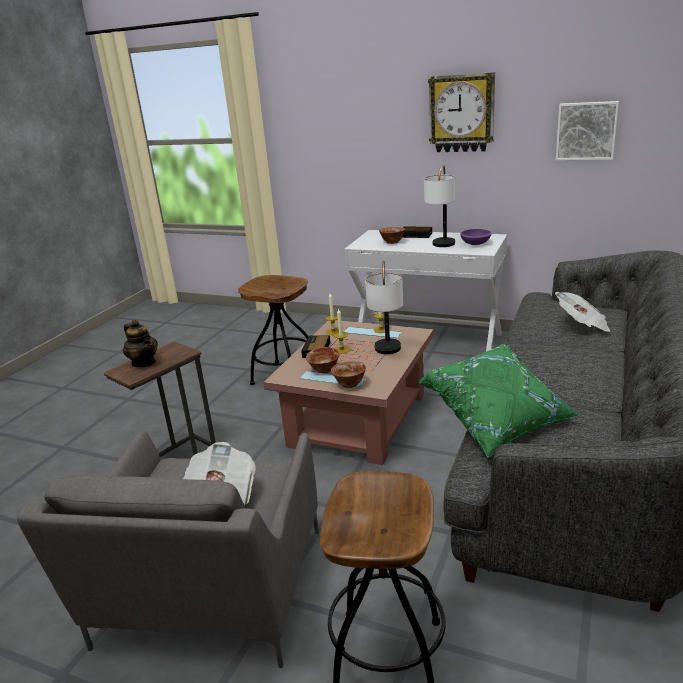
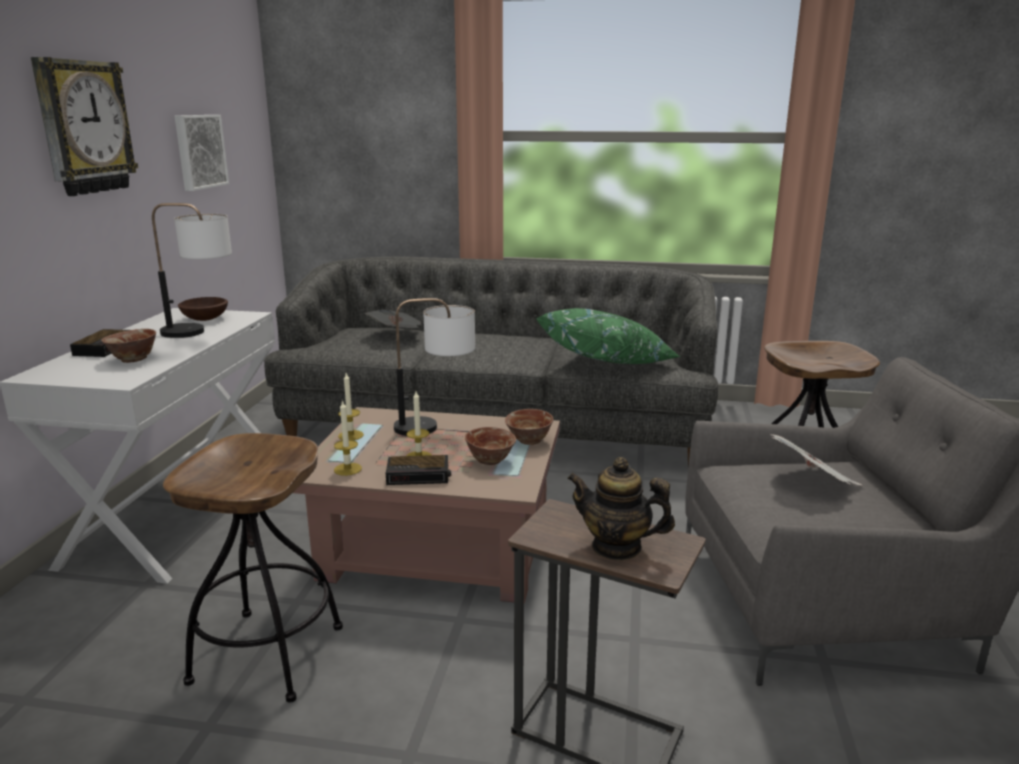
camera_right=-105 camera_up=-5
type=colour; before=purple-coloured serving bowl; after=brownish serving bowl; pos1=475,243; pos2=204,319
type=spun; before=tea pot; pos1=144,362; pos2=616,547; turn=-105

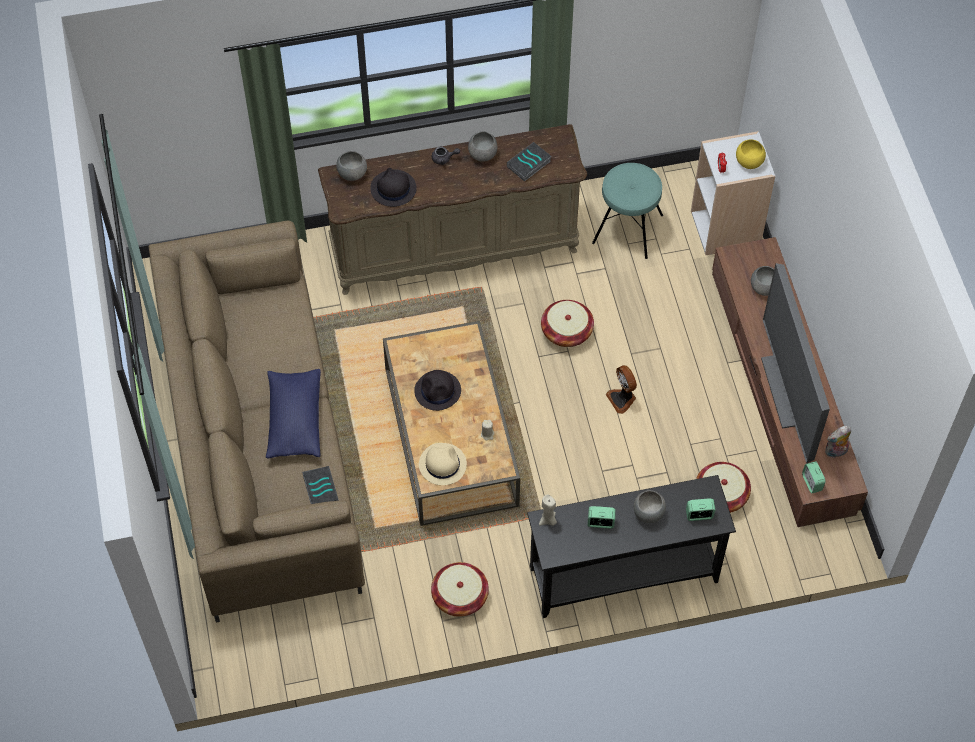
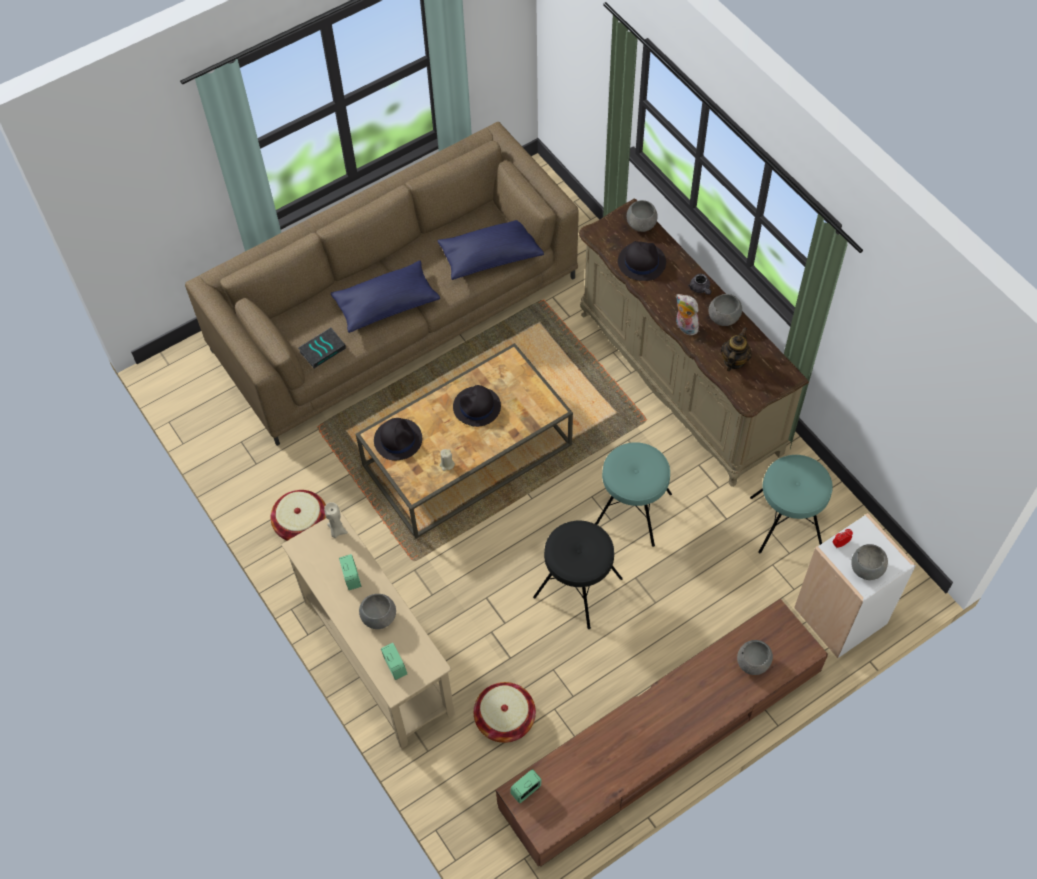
camera_right=70 camera_up=0
type=colour; before=blackish narrow table; after=sand-coloured narrow table; pos1=623,575; pos2=377,656
type=colour; before=sand-coloured hat; after=blackish hat; pos1=442,464; pos2=398,439
type=appeared; after=bluish pillow; pos2=490,256
type=exchanged; before=cooling fan; after=blackish sitting stool; pos1=622,399; pos2=577,587
type=exchanged; before=household basket; after=turquoise sitting stool; pos1=566,331; pos2=632,510
type=relocated; before=soft toy; pos1=836,452; pos2=684,327
type=exchanged; before=book; after=tea pot; pos1=529,164; pos2=734,361
type=colour; before=yellowish serving bowl; after=greyish serving bowl; pos1=749,162; pos2=865,569
type=missing; before=TV; pos1=791,391

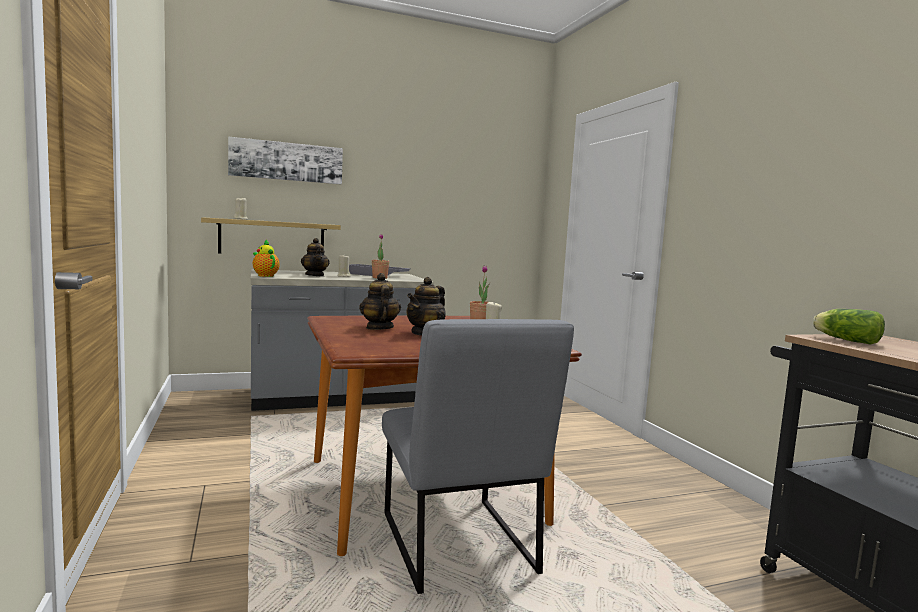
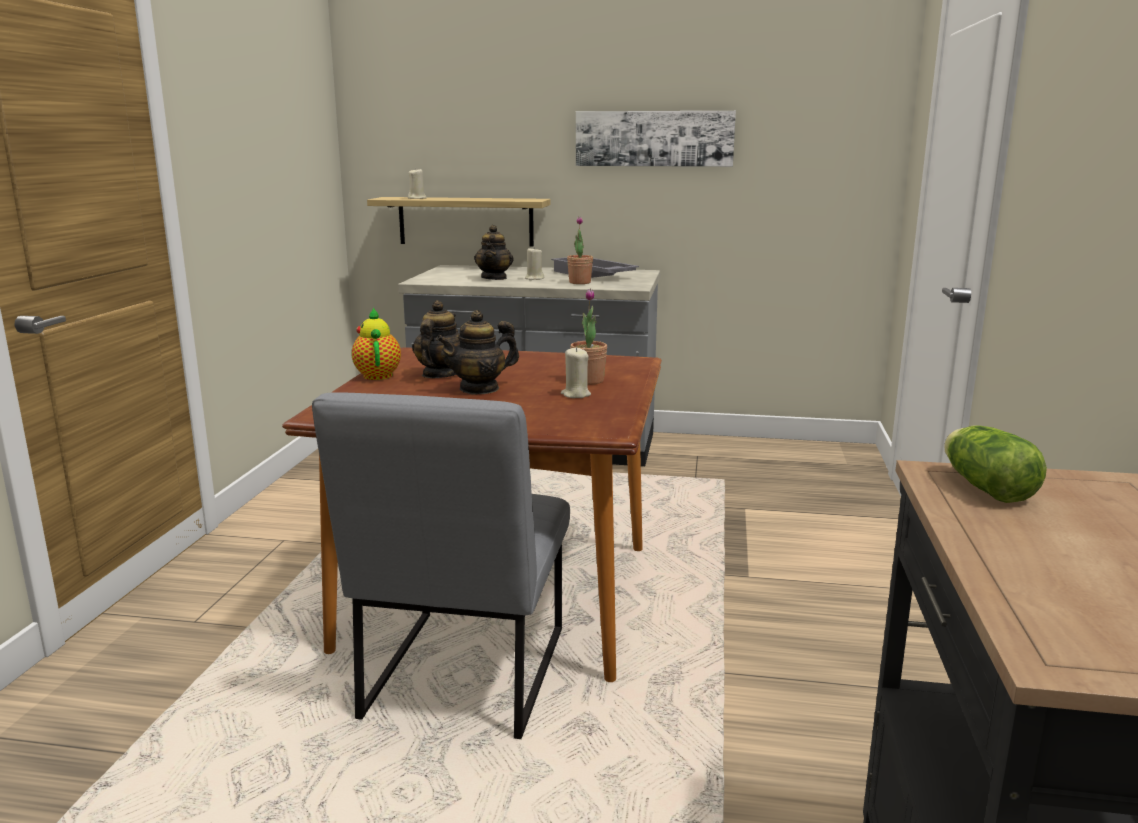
camera_right=30 camera_up=10
type=relocated; before=tea pot; pos1=265,275; pos2=377,375
type=relocated; before=wall picture; pos1=286,161; pos2=654,138

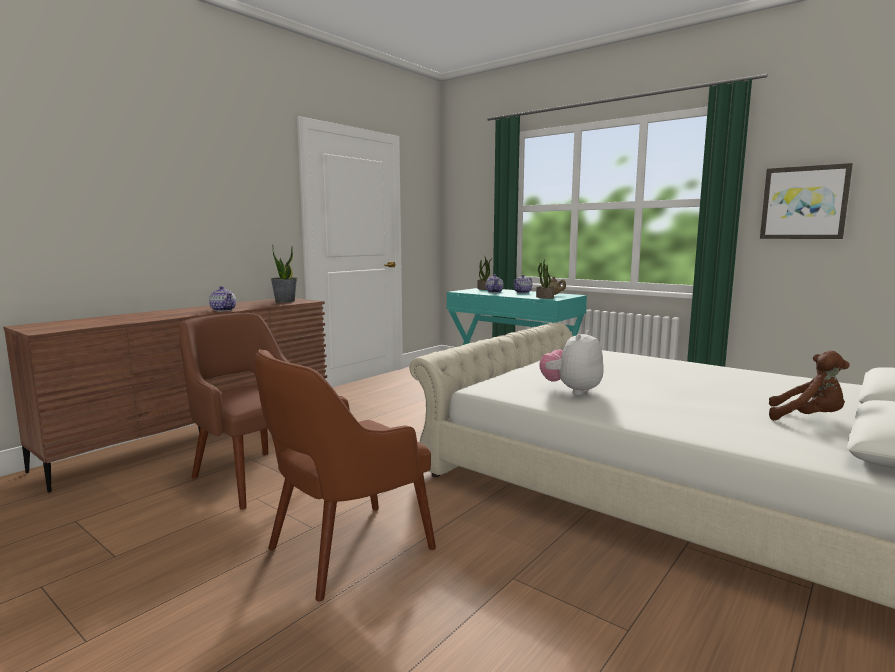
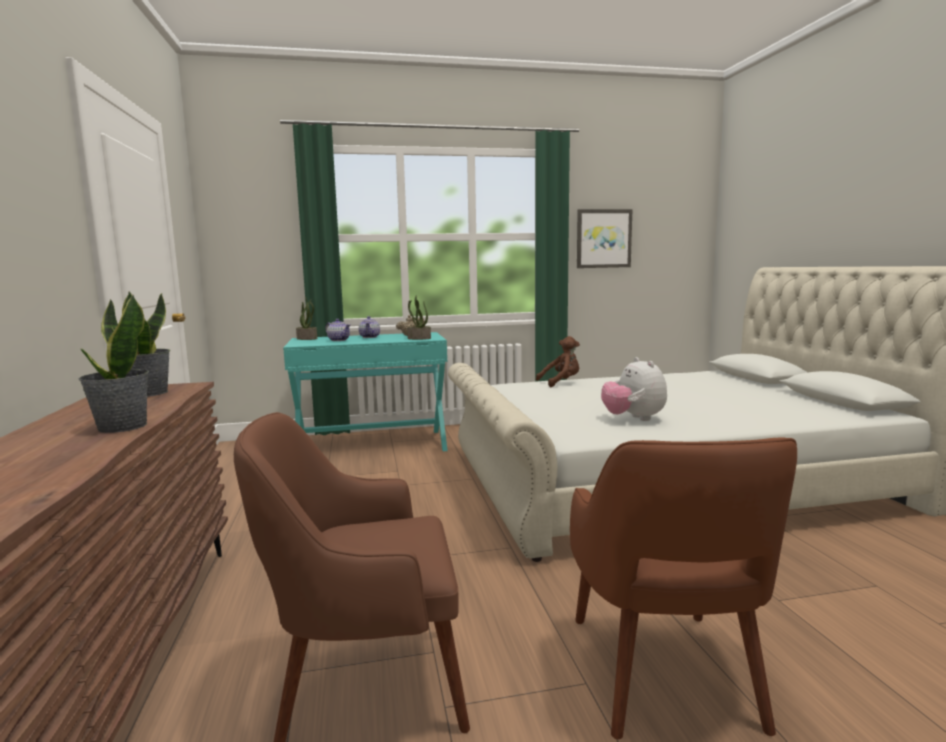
camera_right=-50 camera_up=0
type=exchanged; before=tea pot; after=houseplant; pos1=223,310; pos2=122,427
type=relocated; before=brownish soft toy; pos1=807,418; pos2=561,382

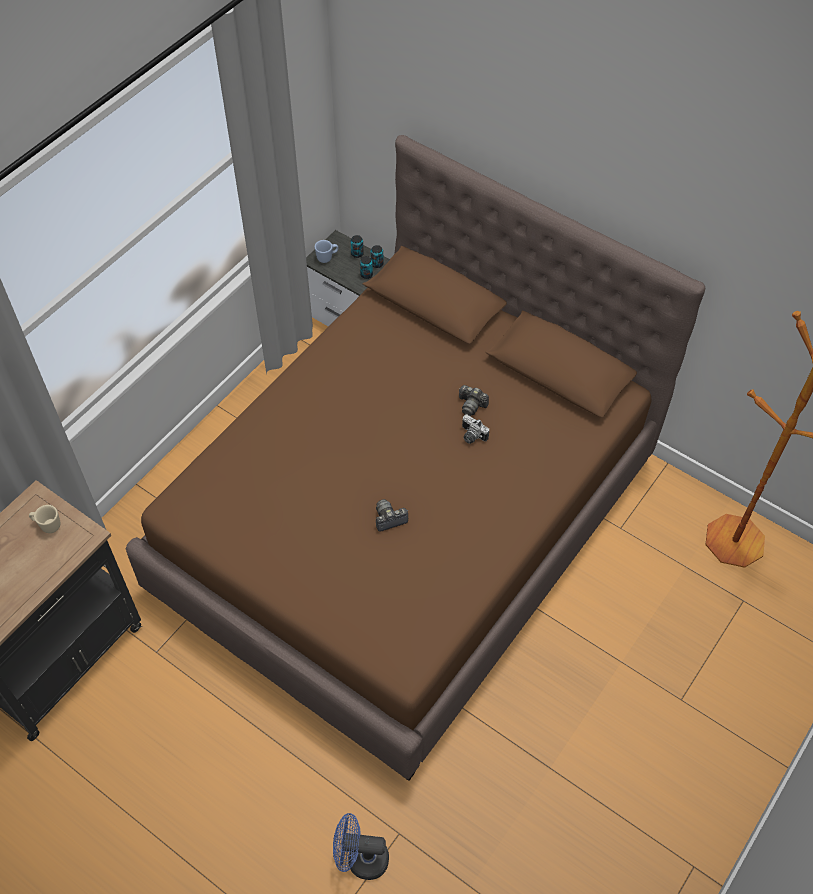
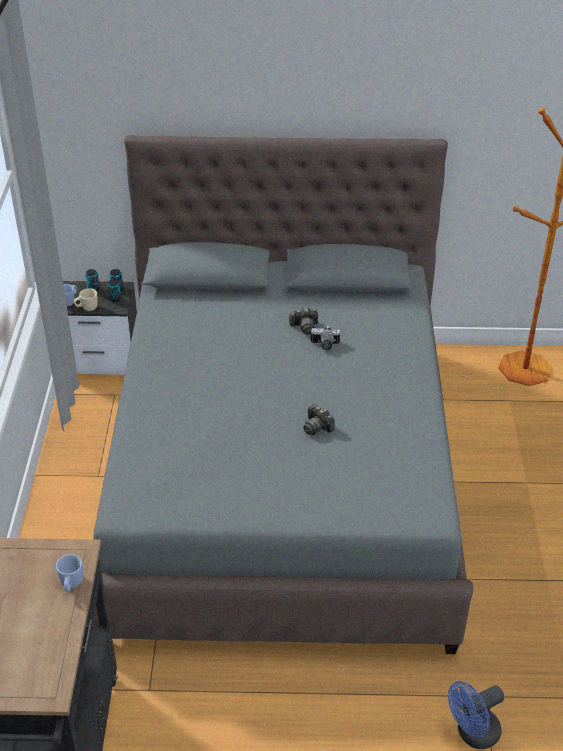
camera_right=-35 camera_up=-15
type=appeared; after=bluish tea mug; pos2=71,584
type=relocated; before=sand-coloured tea mug; pos1=47,525; pos2=87,308
type=colour; before=brownish bedroom bed; after=greyish bedroom bed; pos1=407,524; pos2=281,477
type=spun; before=photo camera; pos1=389,519; pos2=317,427; turn=-75

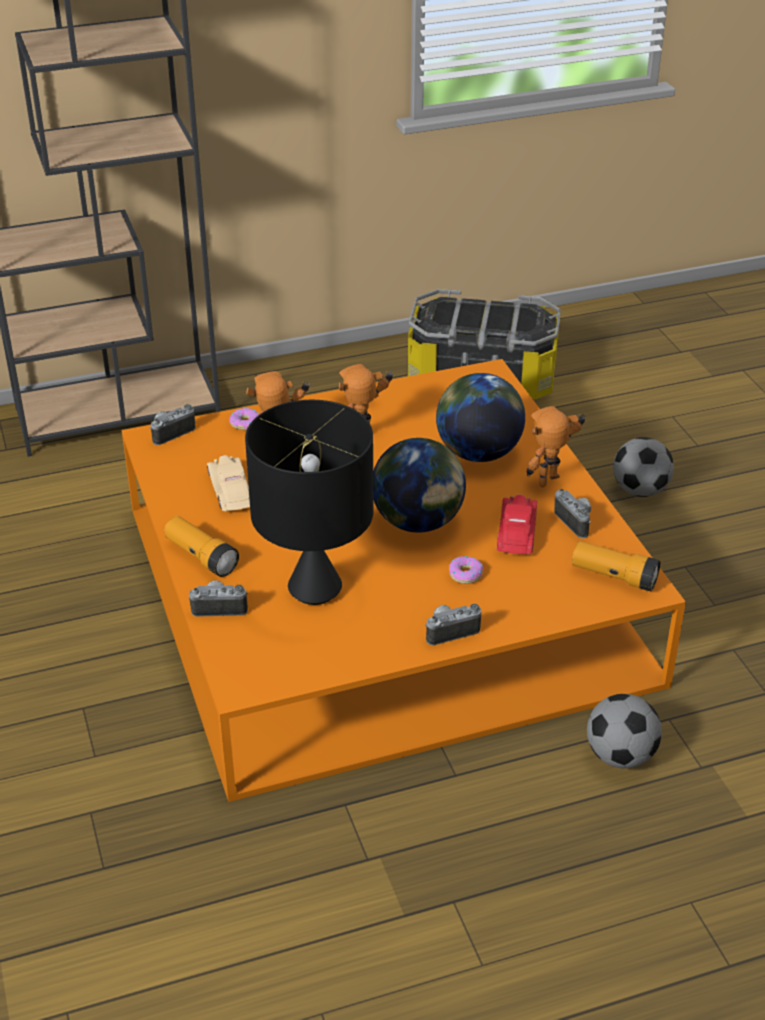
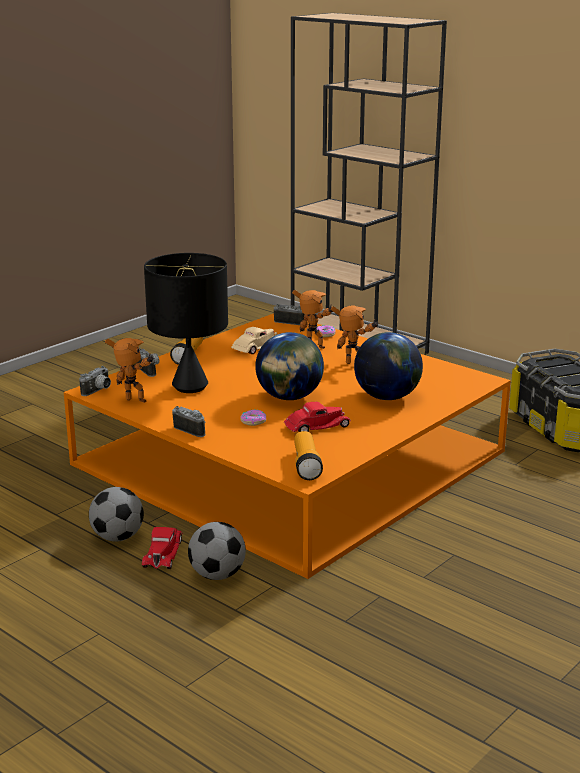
camera_right=60 camera_up=-15
type=relocated; before=photo camera; pos1=576,522; pos2=98,391
type=relocated; before=ball for football; pos1=639,490; pos2=118,537
type=relocated; before=model robot; pos1=552,483; pos2=134,402
type=appeared; after=red model car; pos2=163,553

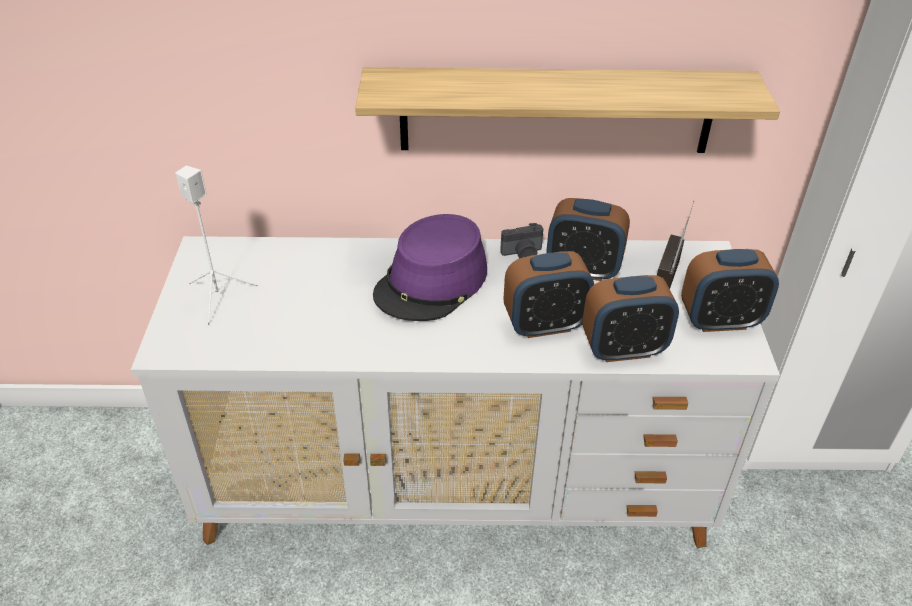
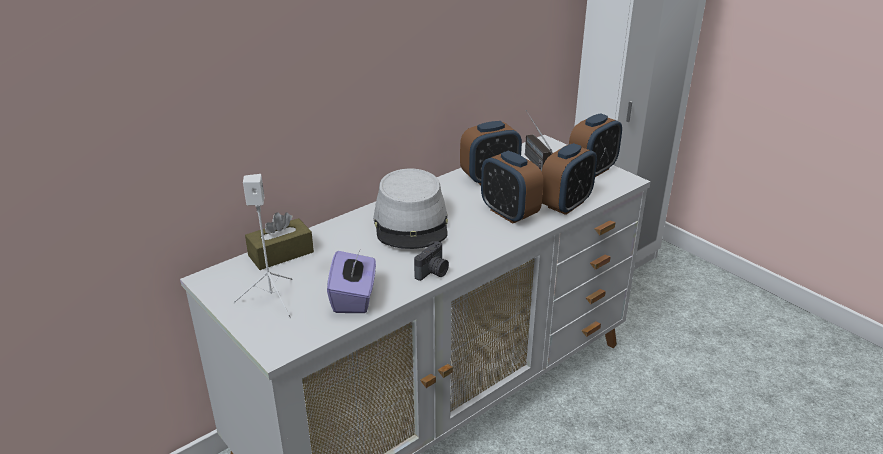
camera_right=-40 camera_up=-10
type=appeared; after=brownish tissue box; pos2=281,254
type=appeared; after=purple-coloured tissue box; pos2=354,298
type=colour; before=purple-coloured hat; after=greyish hat; pos1=432,282; pos2=411,223
type=relocated; before=photo camera; pos1=522,254; pos2=433,272
type=spun; before=bedside clock; pos1=545,325; pos2=509,213; turn=105
type=missing; before=shelf; pos1=556,110

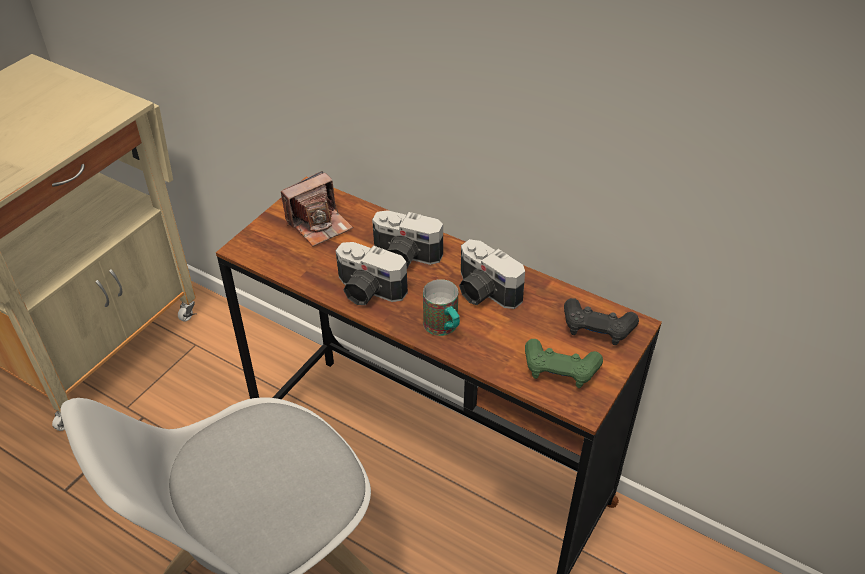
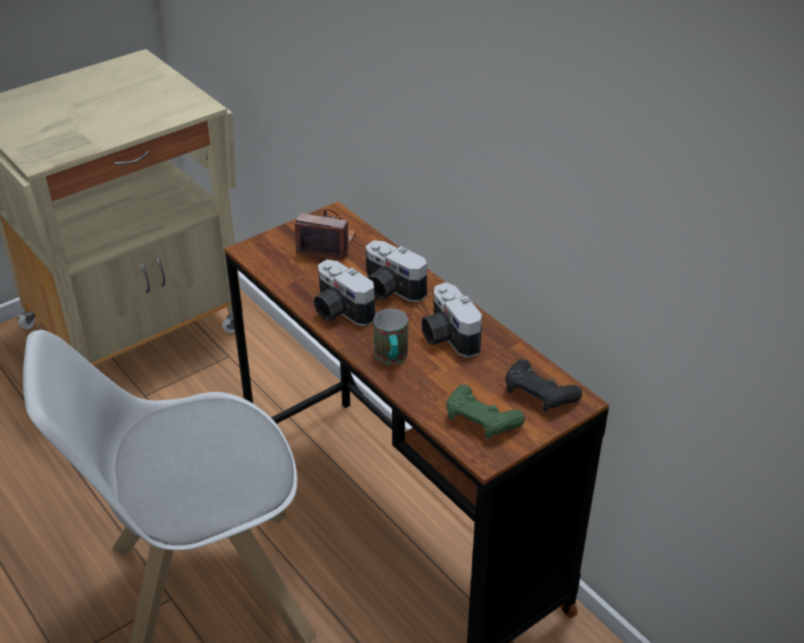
camera_right=20 camera_up=-5
type=spun; before=photo camera; pos1=319,224; pos2=327,245; turn=-150

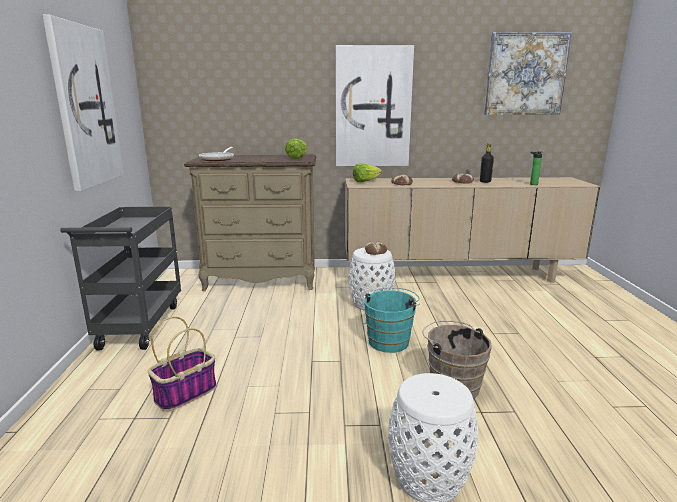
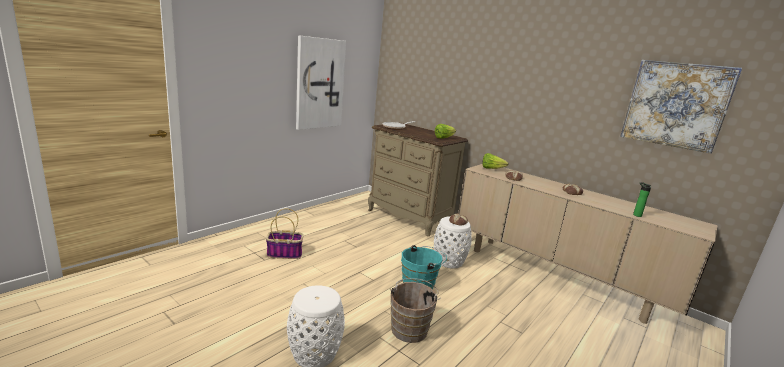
camera_right=40 camera_up=0
type=missing; before=greyish cart; pos1=140,328
type=missing; before=wall picture; pos1=373,107
type=missing; before=blackish beverage bottle; pos1=485,182

